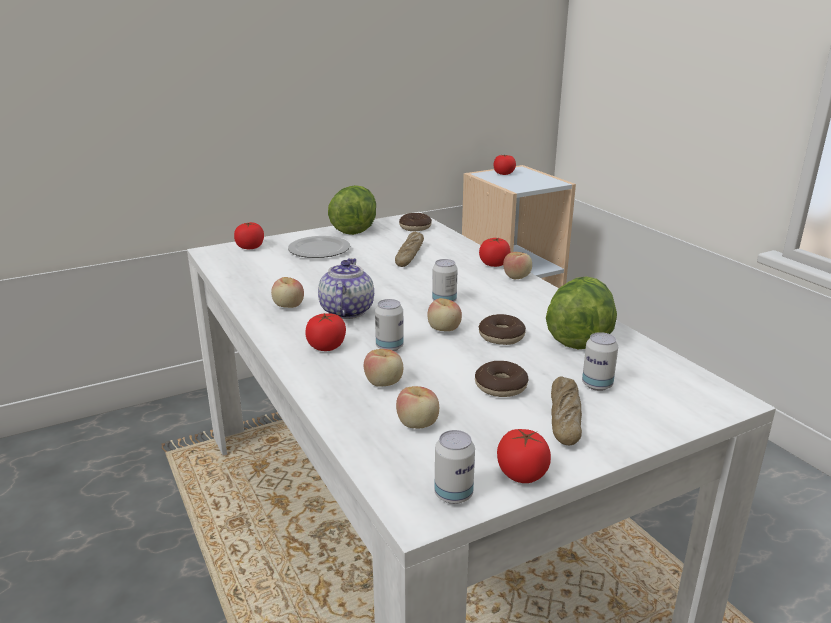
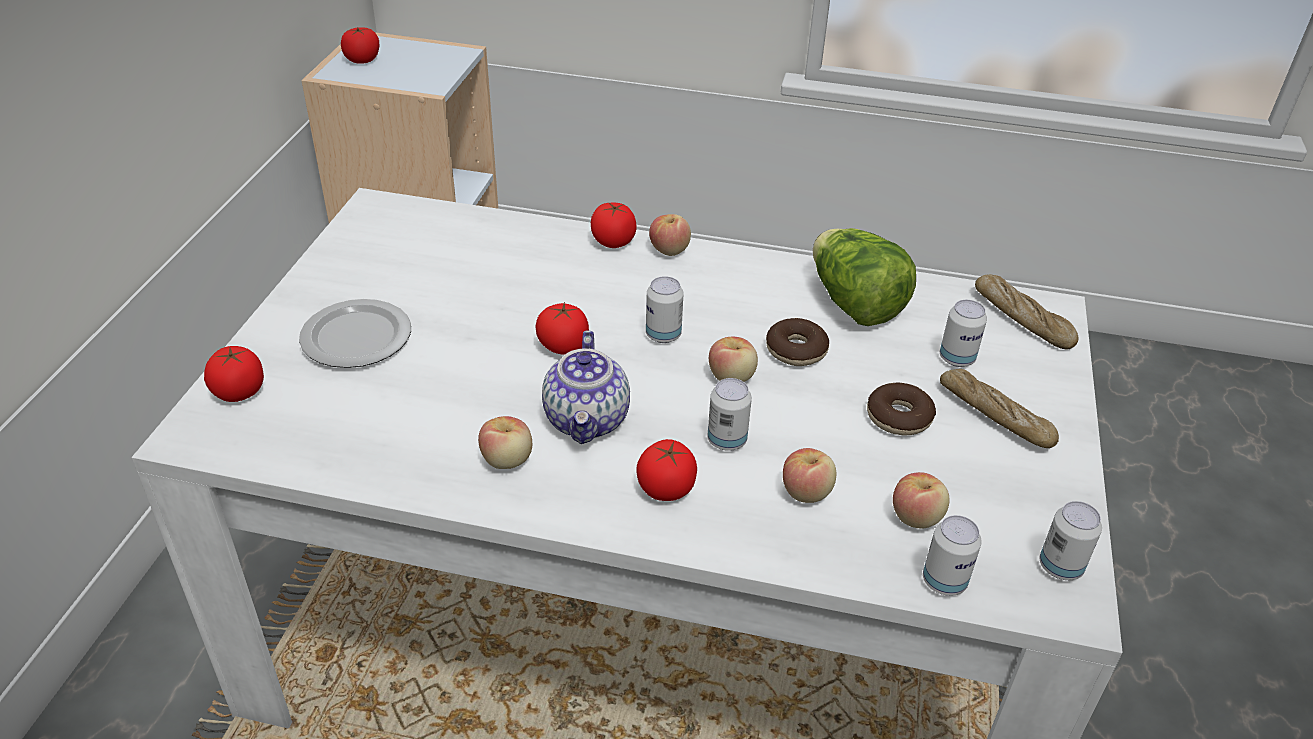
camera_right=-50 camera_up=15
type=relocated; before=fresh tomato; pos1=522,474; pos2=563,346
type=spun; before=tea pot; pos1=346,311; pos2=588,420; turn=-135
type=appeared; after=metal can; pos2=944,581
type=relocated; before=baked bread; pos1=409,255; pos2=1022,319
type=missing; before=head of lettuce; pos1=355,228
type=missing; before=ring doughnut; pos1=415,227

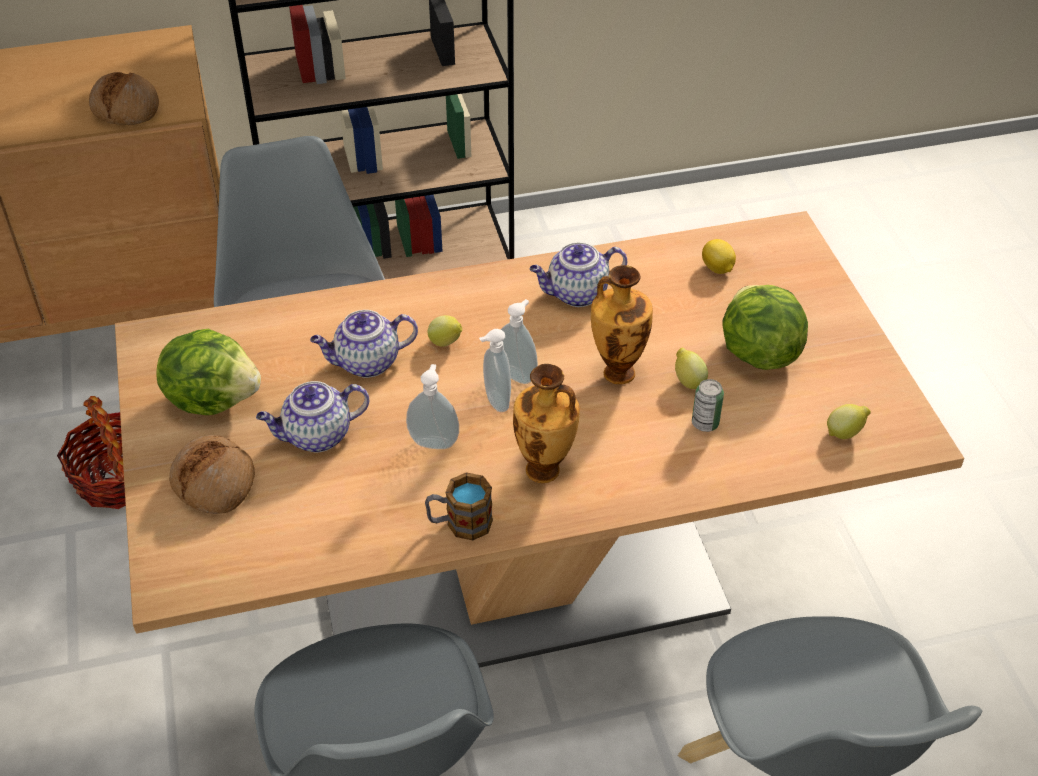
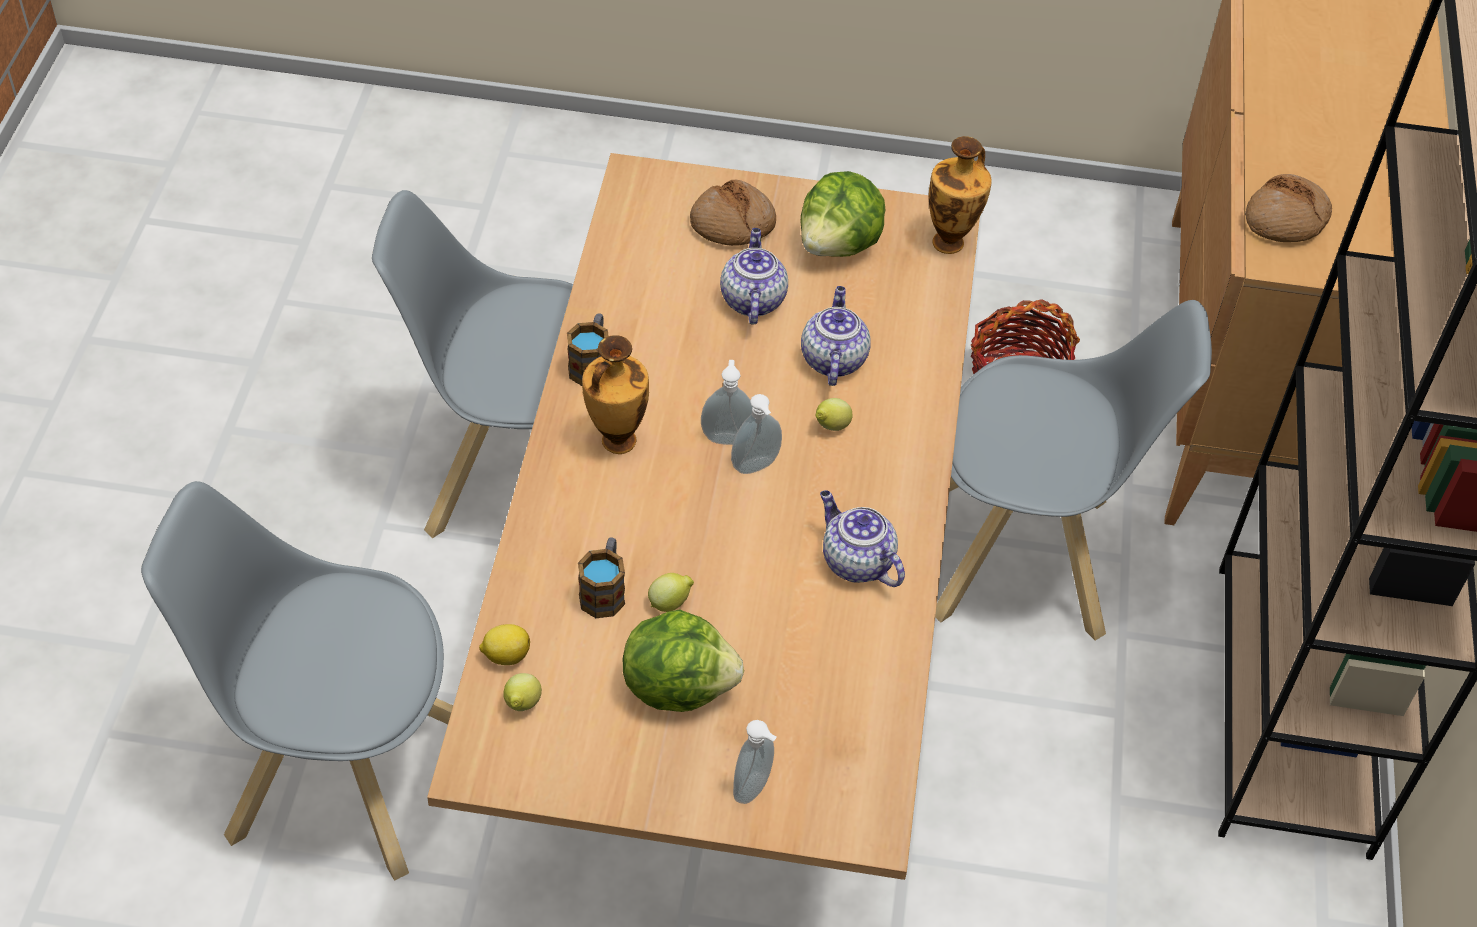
camera_right=110 camera_up=5
type=relocated; before=lemon; pos1=717,269; pos2=505,655
type=exchanged; before=metal can; after=tea mug; pos1=705,423; pos2=604,590
type=relocated; before=liquid soap bottle; pos1=434,441; pos2=754,789
type=spun; before=tea pot; pos1=576,294; pos2=855,561; turn=-45
type=relocated; before=vase; pos1=617,371; pos2=950,242

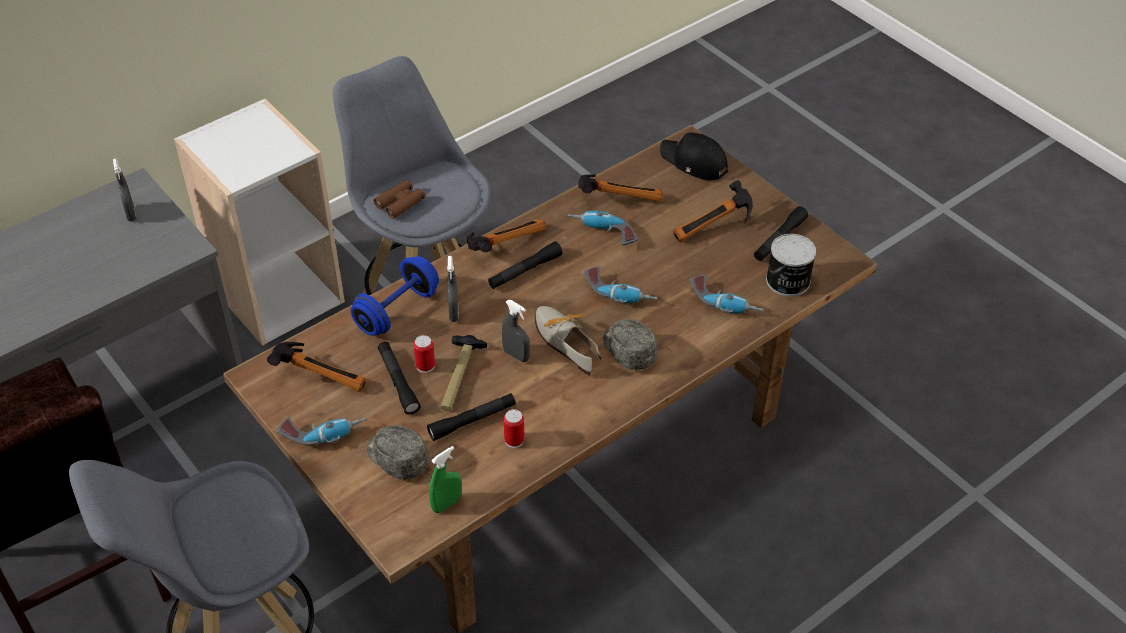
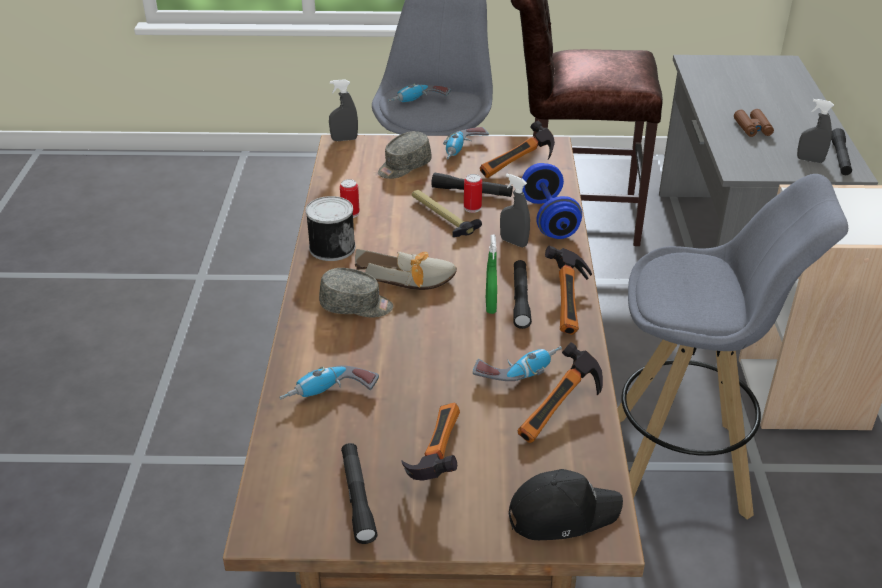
camera_right=130 camera_up=-10
type=relocated; before=metal can; pos1=787,281; pos2=331,247
type=relocated; before=greyish sprayer; pos1=516,355; pos2=344,139
type=spun; before=greyish cap; pos1=396,458; pos2=403,166; turn=150
type=relocated; before=drill; pos1=619,293; pos2=419,102
type=relocated; before=greenish sprayer; pos1=446,504; pos2=490,306
type=relocated; before=brownish pair of binoculars; pos1=400,203; pos2=753,128
type=relocated; before=blackish flashlight; pos1=472,421; pos2=840,158

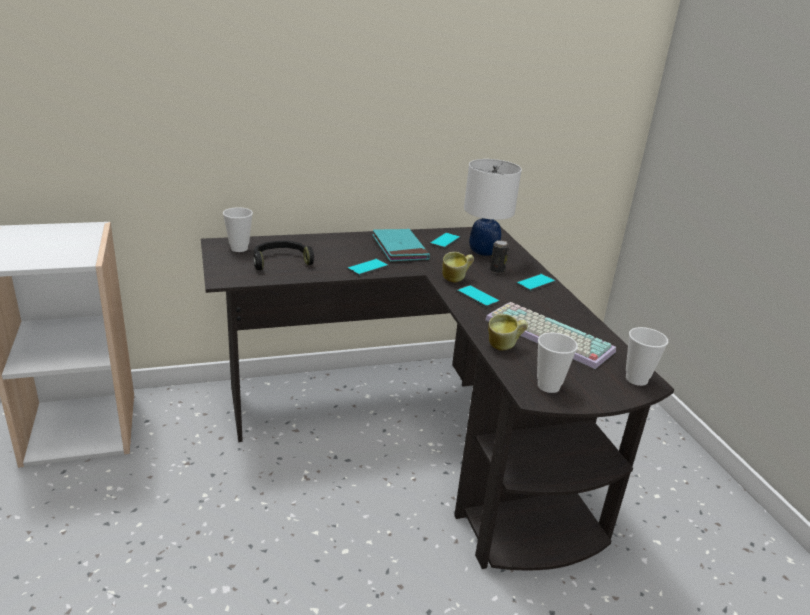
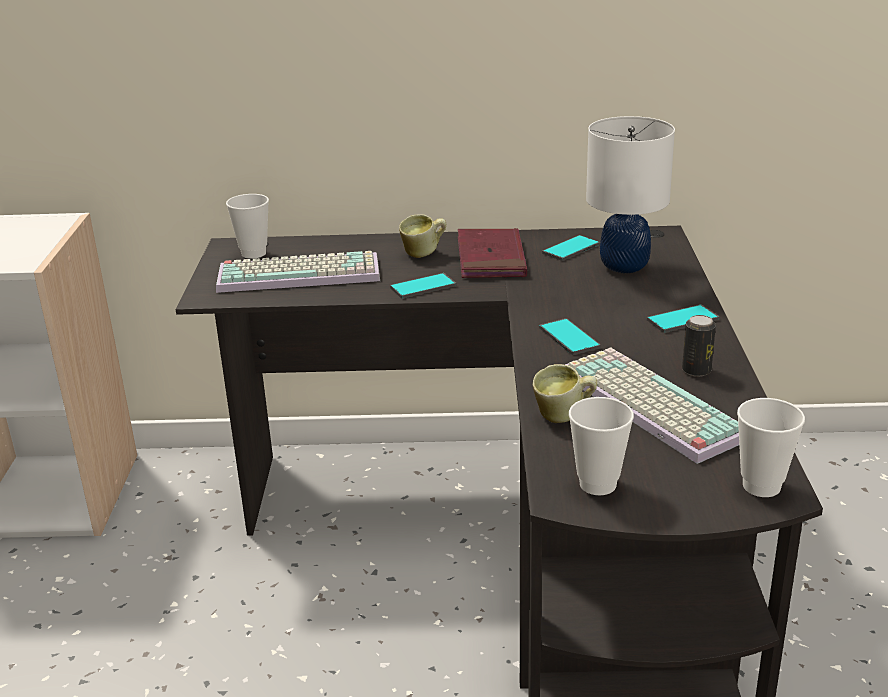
camera_right=20 camera_up=0
type=exchanged; before=blackish headphones; after=keyboard; pos1=281,261; pos2=301,273
type=relocated; before=tea mug; pos1=456,279; pos2=424,254
type=colour; before=turquoise book; after=red book; pos1=399,248; pos2=491,258
type=relocated; before=metal can; pos1=497,270; pos2=696,370

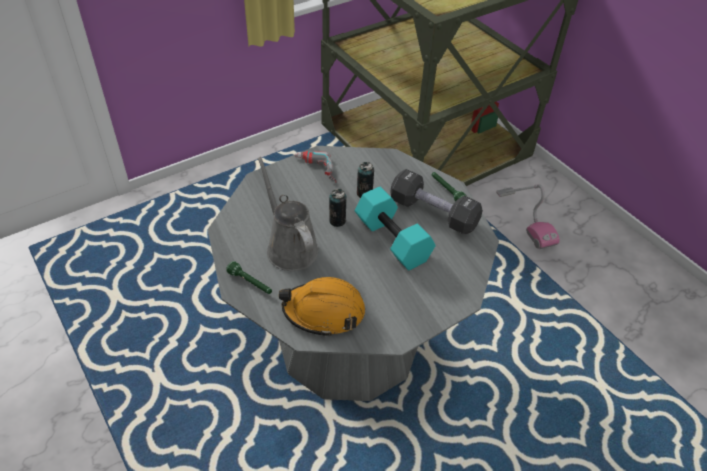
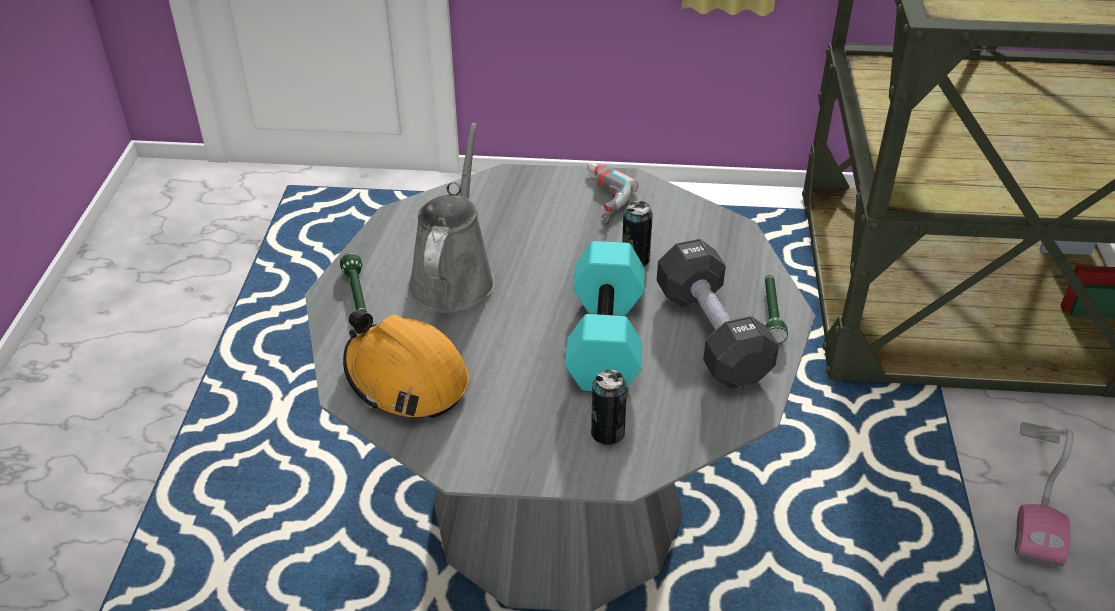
camera_right=40 camera_up=-5
type=relocated; before=metal can; pos1=337,221; pos2=607,432

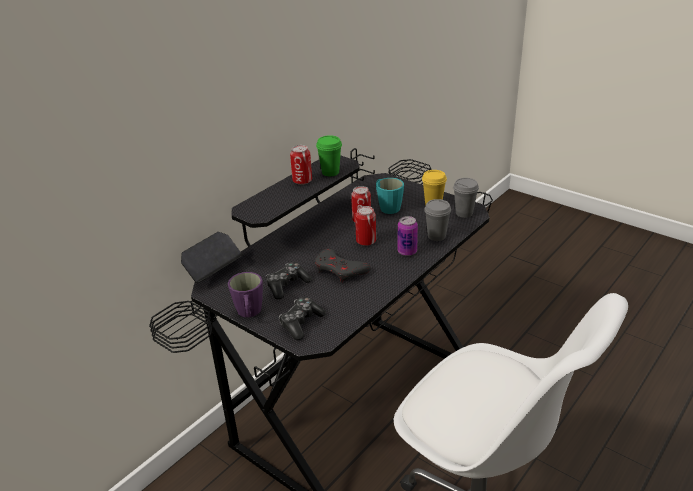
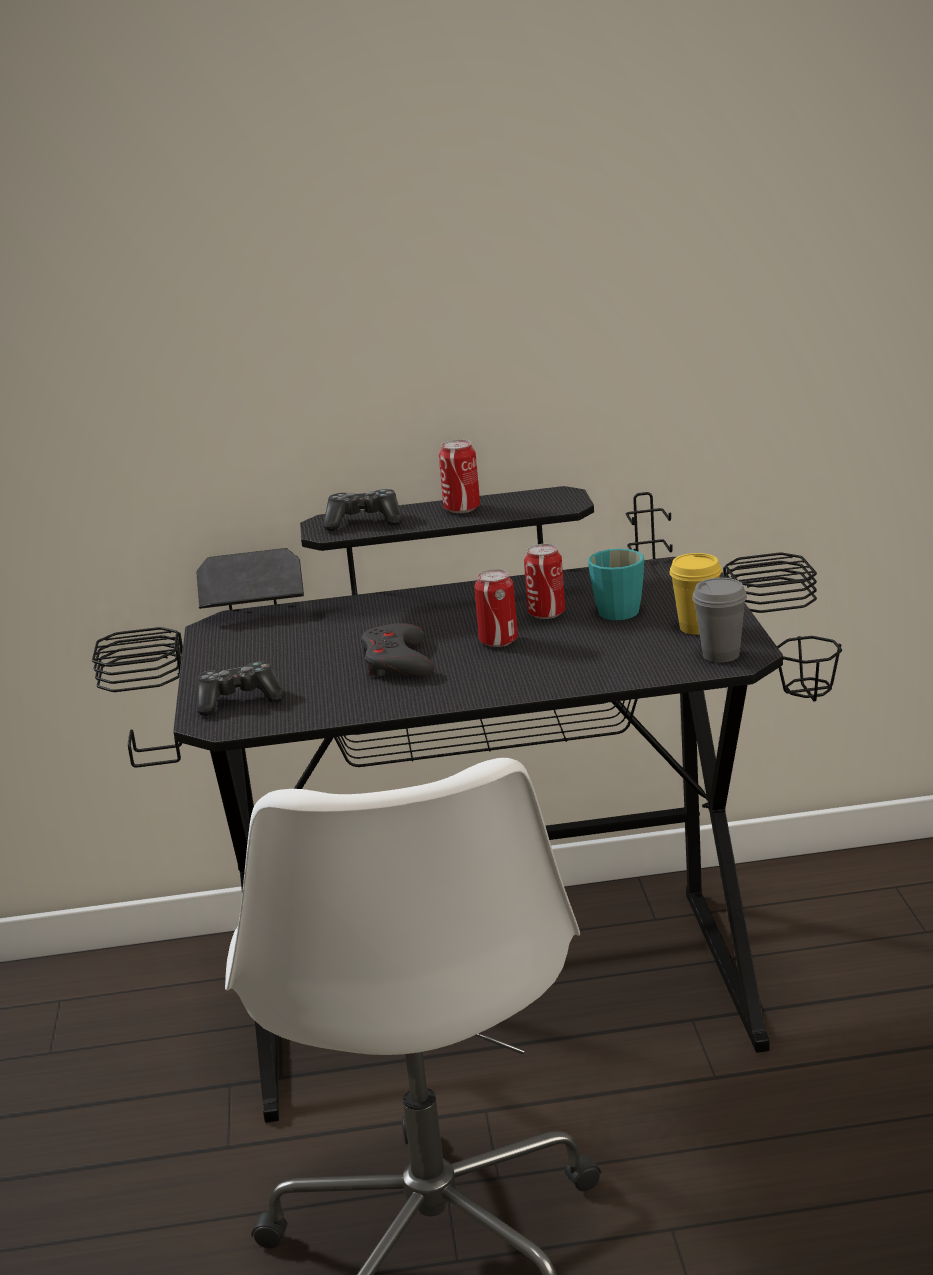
camera_right=45 camera_up=-10
type=relocated; before=game controller; pos1=287,285; pos2=364,522
type=missing; before=purple-coloured tea mug; pos1=249,313
type=missing; before=greenish cup; pos1=330,172
type=missing; before=metal can; pos1=407,252
type=missing; before=greyish cup; pos1=436,236

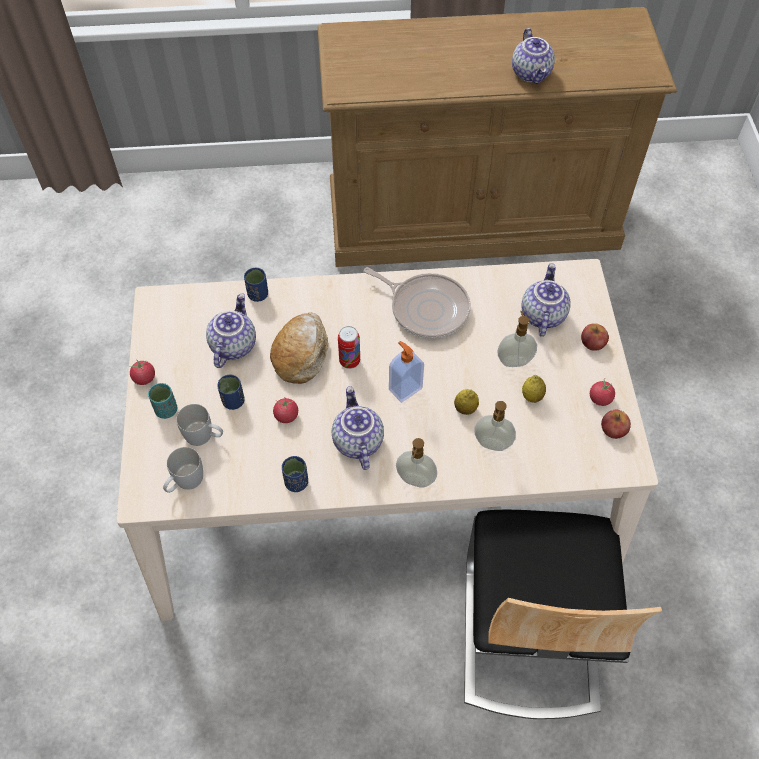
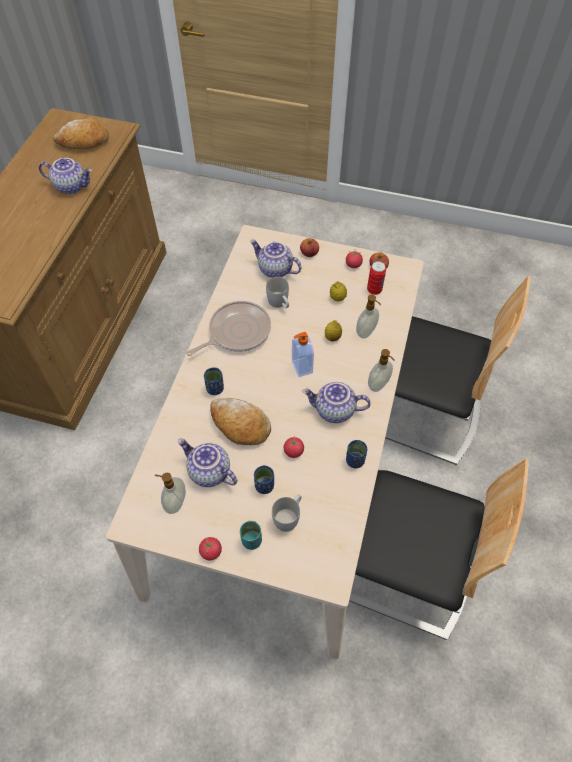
camera_right=-70 camera_up=0
type=appeared; after=baked bread; pos2=84,142
type=relocated; before=liquid soap bottle; pos1=514,360; pos2=175,502
type=relocated; before=bluish cup; pos1=258,294; pos2=215,388
type=relocated; before=white tea mug; pos1=184,482; pos2=279,303
type=appeared; after=plain chair; pos2=404,570
type=relocated; before=metal can; pos1=349,361; pos2=374,290

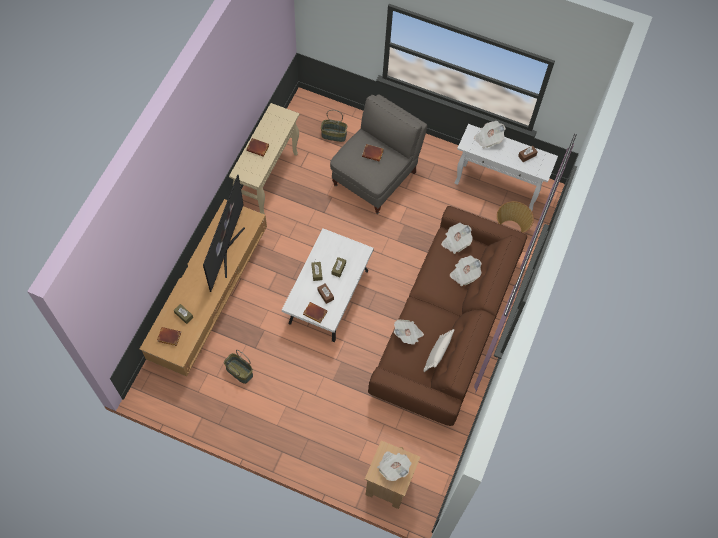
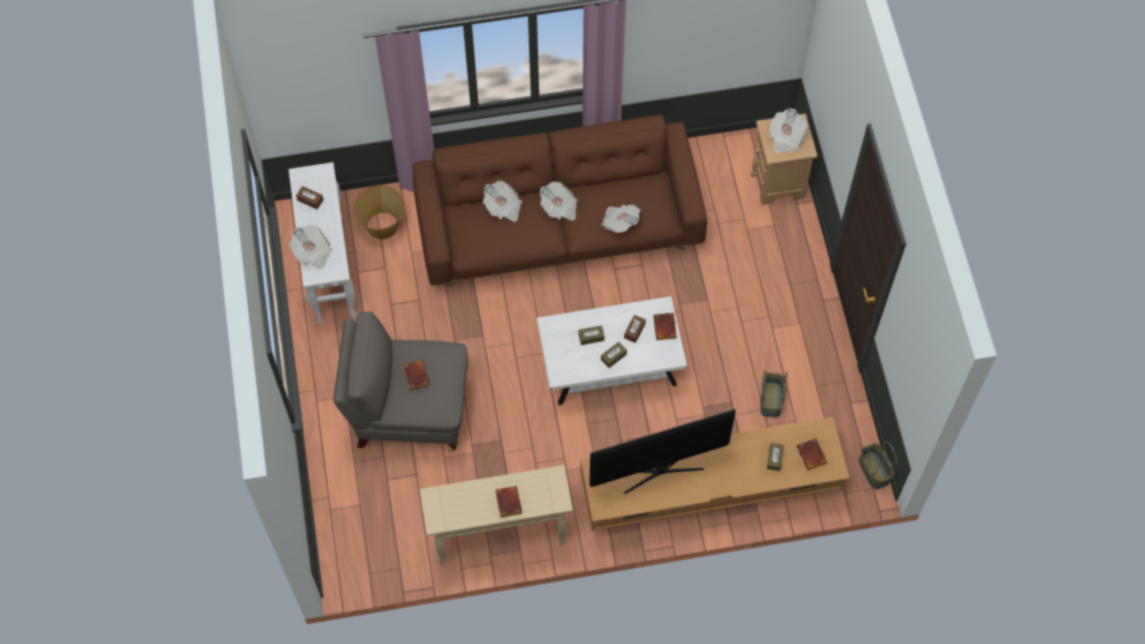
camera_right=-120 camera_up=0
type=relocated; before=newspaper; pos1=455,242; pos2=559,207
type=relocated; before=household basket; pos1=334,135; pos2=873,470
type=missing; before=white pillow; pos1=437,355

